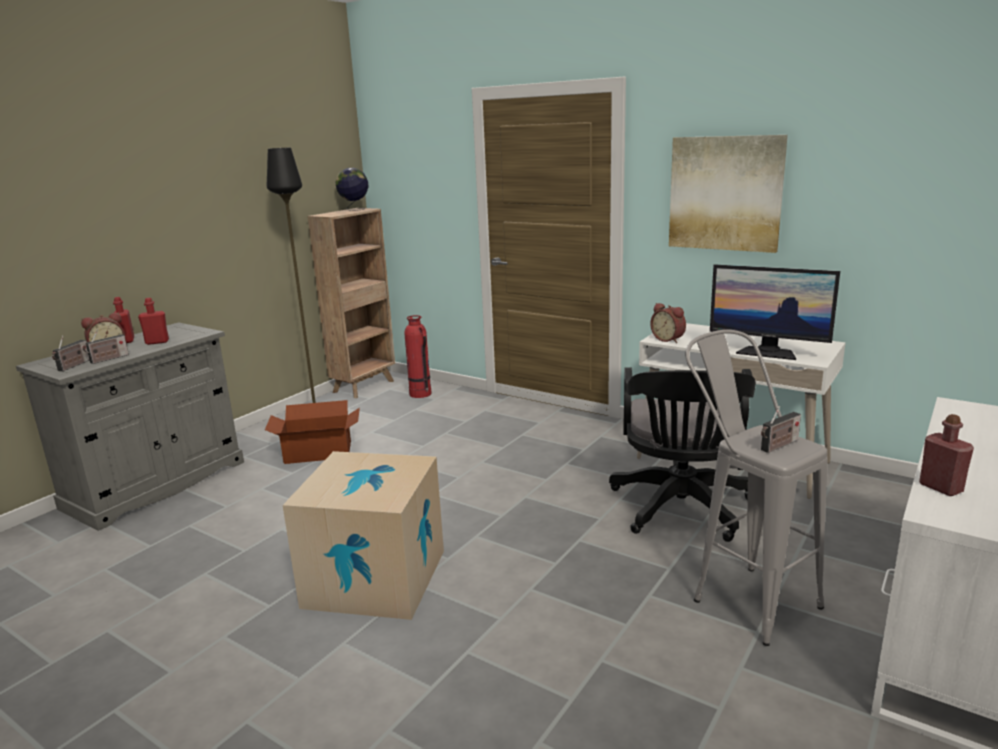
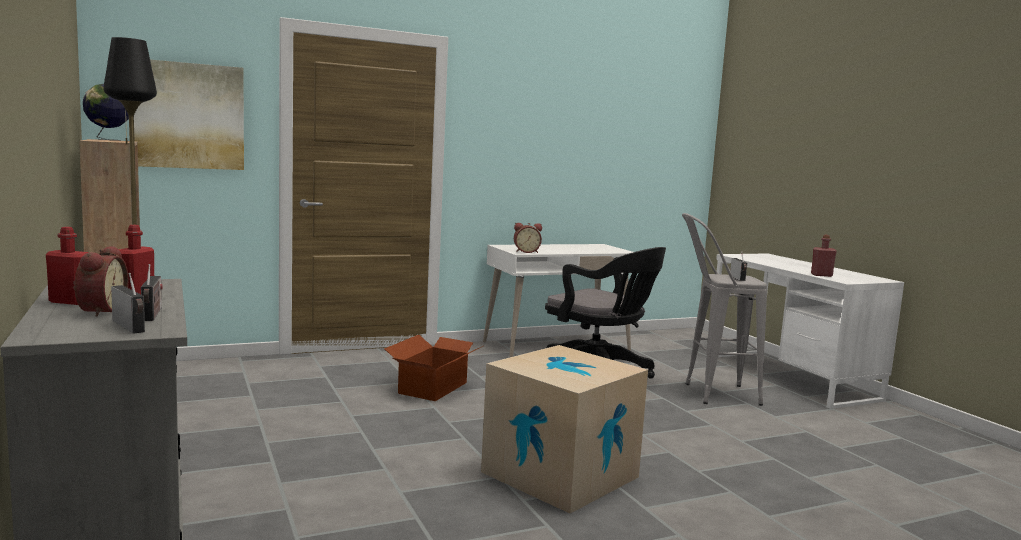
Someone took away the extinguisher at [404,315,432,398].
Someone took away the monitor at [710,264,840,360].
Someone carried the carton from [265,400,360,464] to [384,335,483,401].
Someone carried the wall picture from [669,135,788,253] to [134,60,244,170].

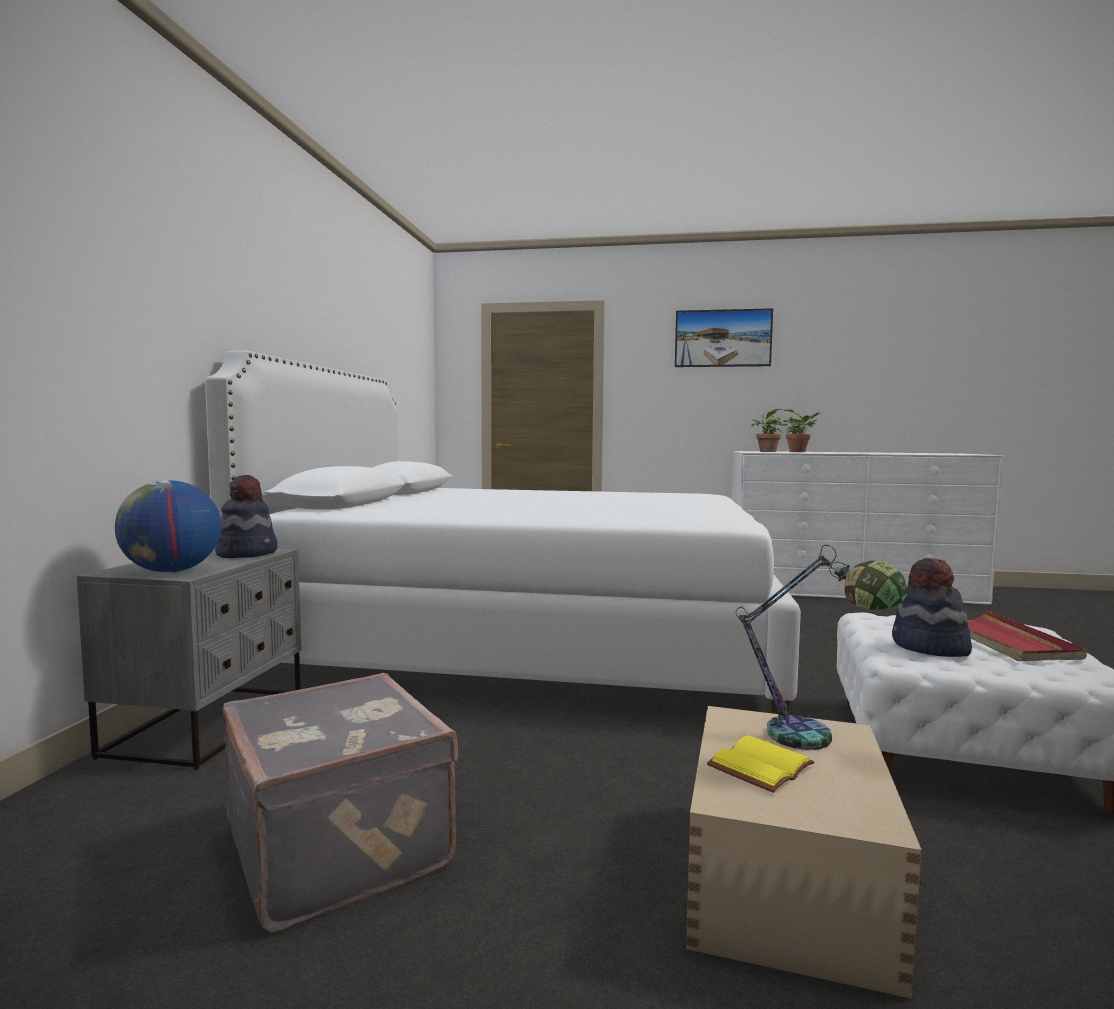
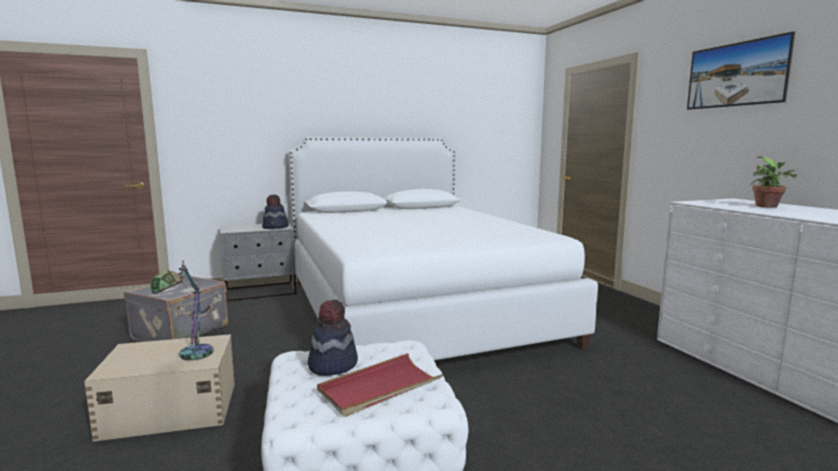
Someone took away the globe at [115,480,221,573].
Someone took away the yellow volume at [707,735,814,793].
Someone took away the houseplant at [751,409,783,452].

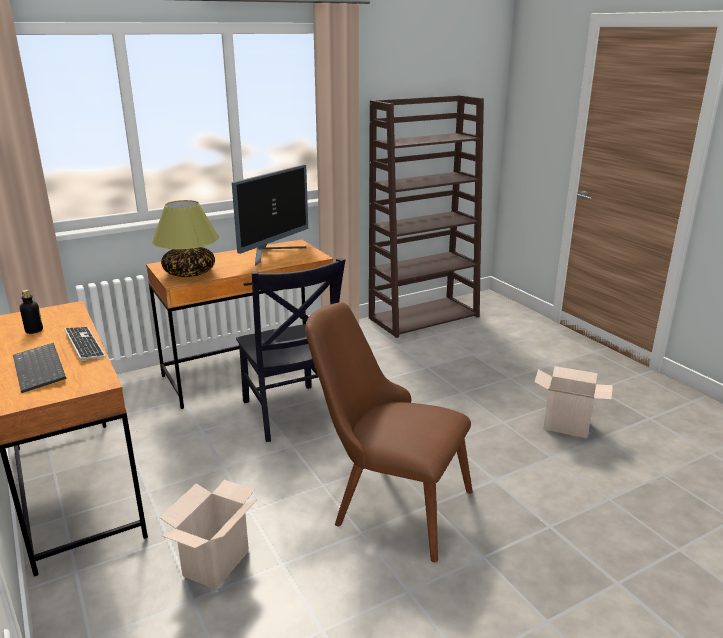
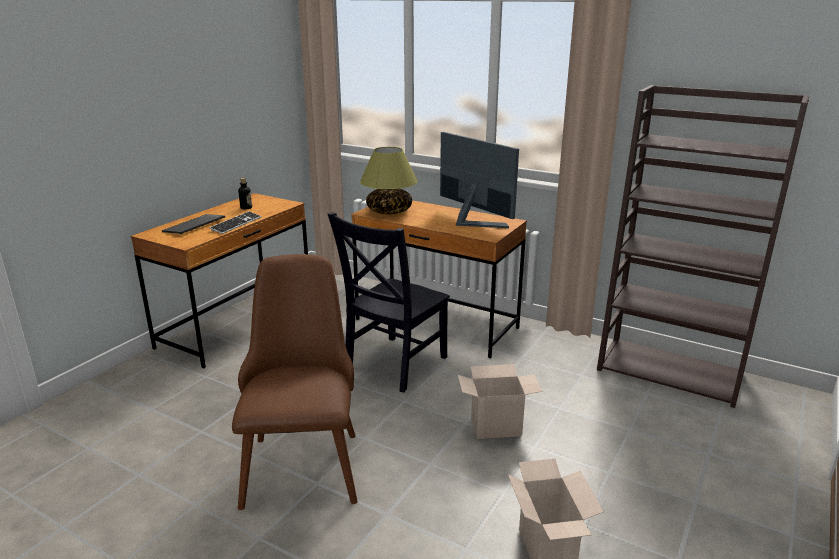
Someone carried the carton from [159,480,257,590] to [458,364,542,439].
Someone rotated the monitor at [232,165,308,266] by 135 degrees counterclockwise.

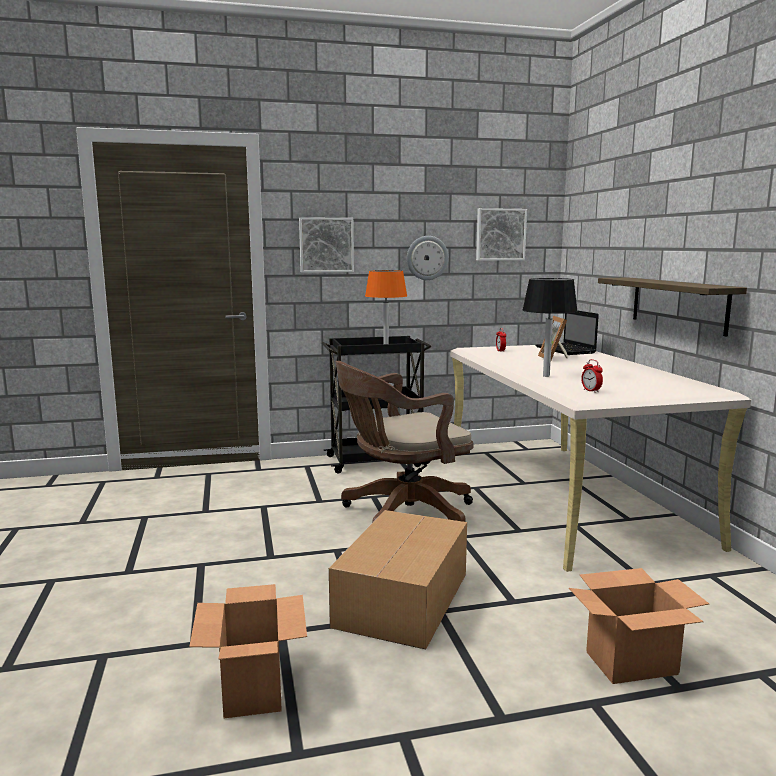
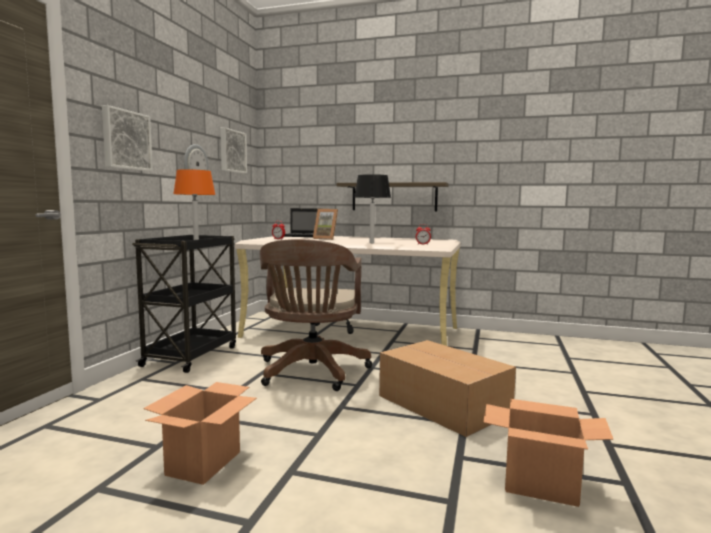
Someone carried the carton from [569,568,709,684] to [143,382,257,485].

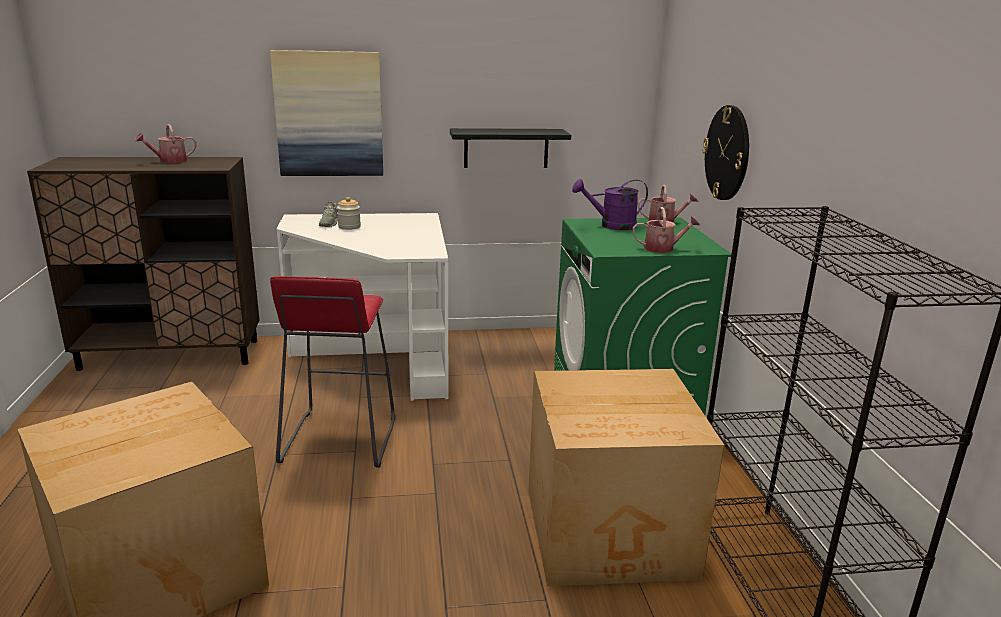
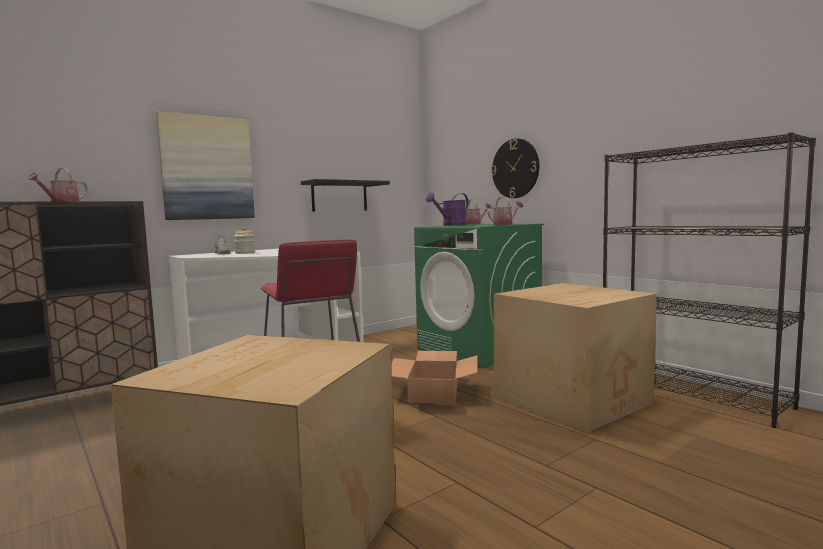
Someone put down the carton at [391,351,477,404].

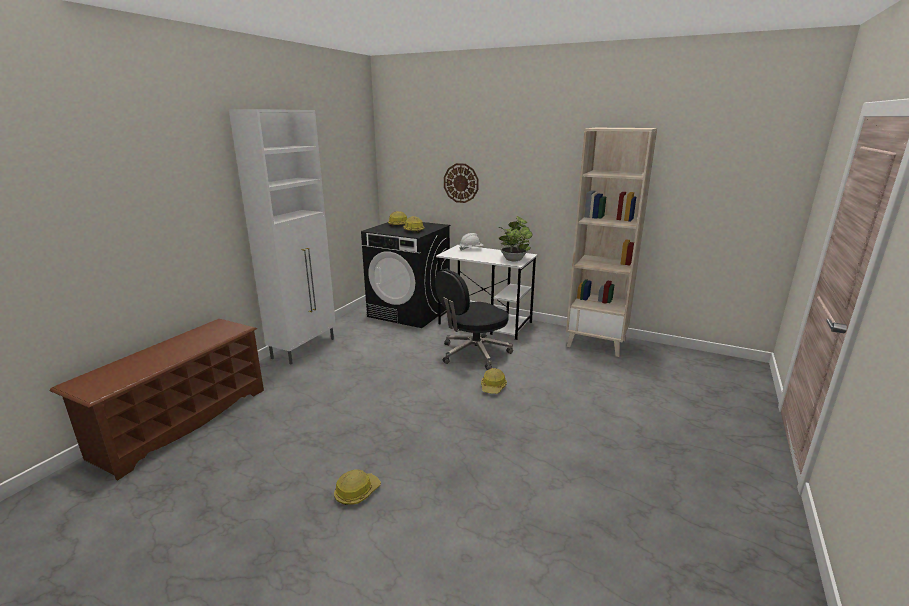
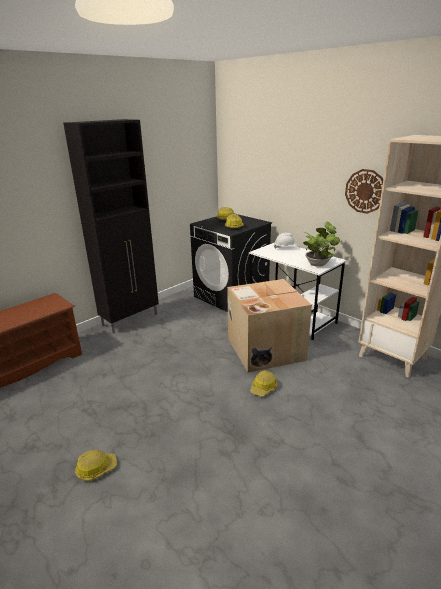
Someone carried the clock on the wall from [444,163,479,203] to [345,169,383,214].
Someone swapped the blackish desk chair at [435,269,513,370] for the carton at [227,279,312,372].
Someone repainted the whitish cabinet at [229,109,336,364], which became the blackish cabinet at [63,119,159,334].

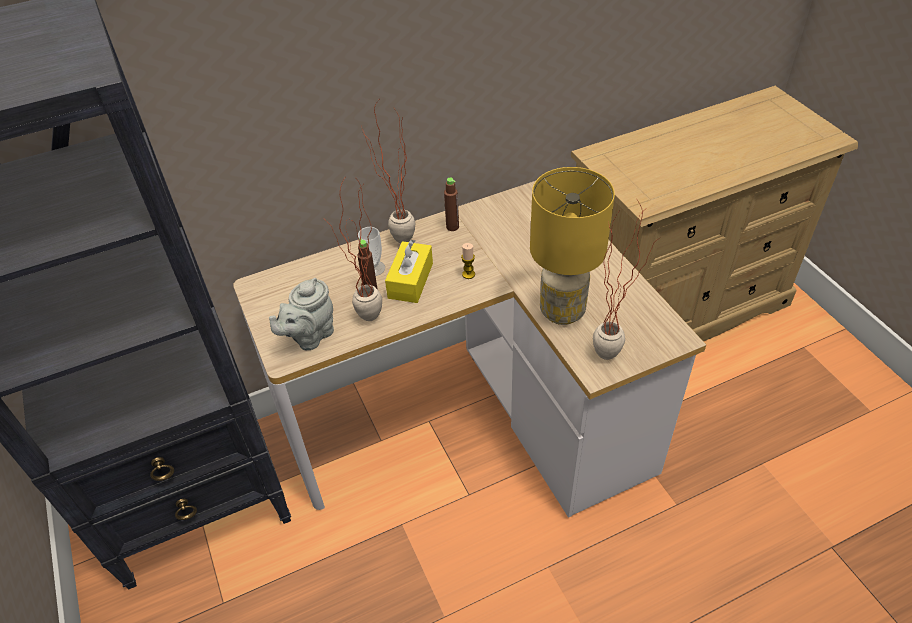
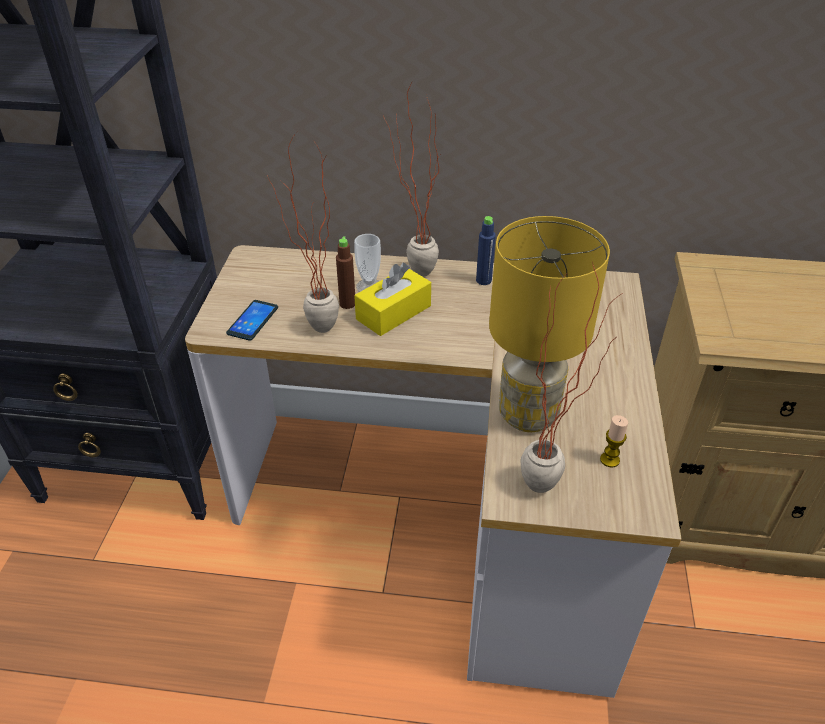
Someone carried the wax candle from [461,243,475,279] to [600,415,628,467].
Someone swapped the gray pot for tea at [269,278,334,350] for the telephone at [226,300,278,341].
Someone repainted the brown drink bottle at [444,178,459,231], which became the blue drink bottle at [476,216,496,285].

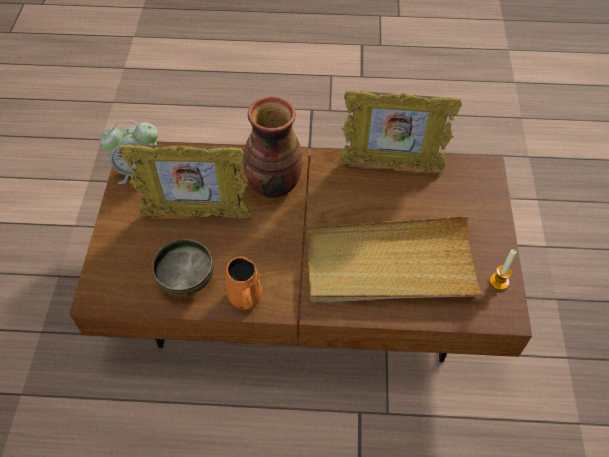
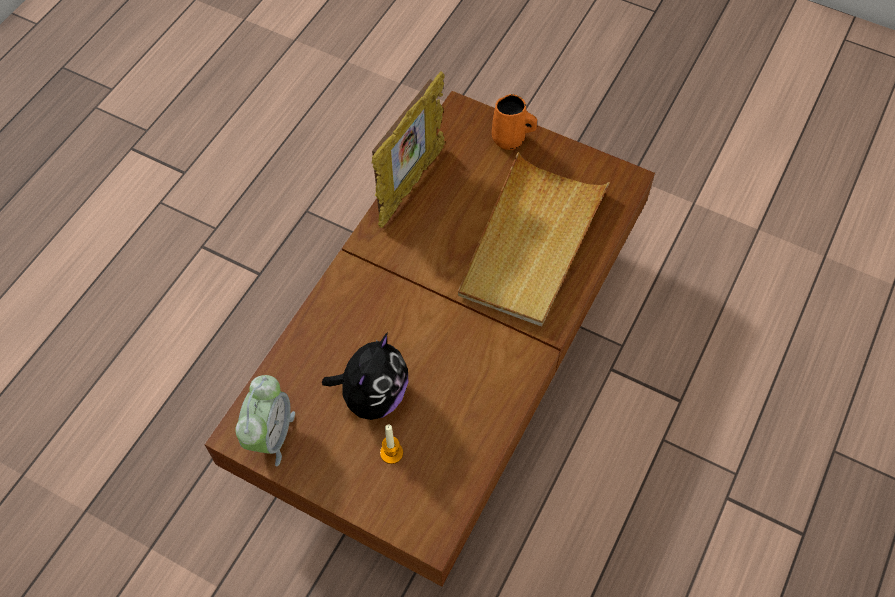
Someone took away the deep dish at [152,239,214,296].
Someone took away the vase at [243,97,303,198].
Someone carried the orange-coloured coffee mug from [226,256,262,310] to [492,94,537,150].
Someone carried the wax candle from [489,249,517,290] to [380,424,403,464].
Someone swapped the picture frame at [119,144,251,218] for the cuddly toy at [322,333,408,420].

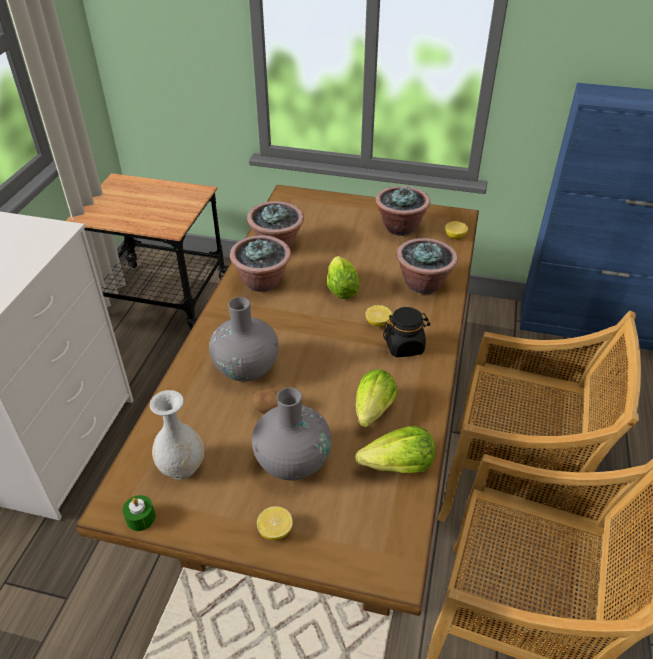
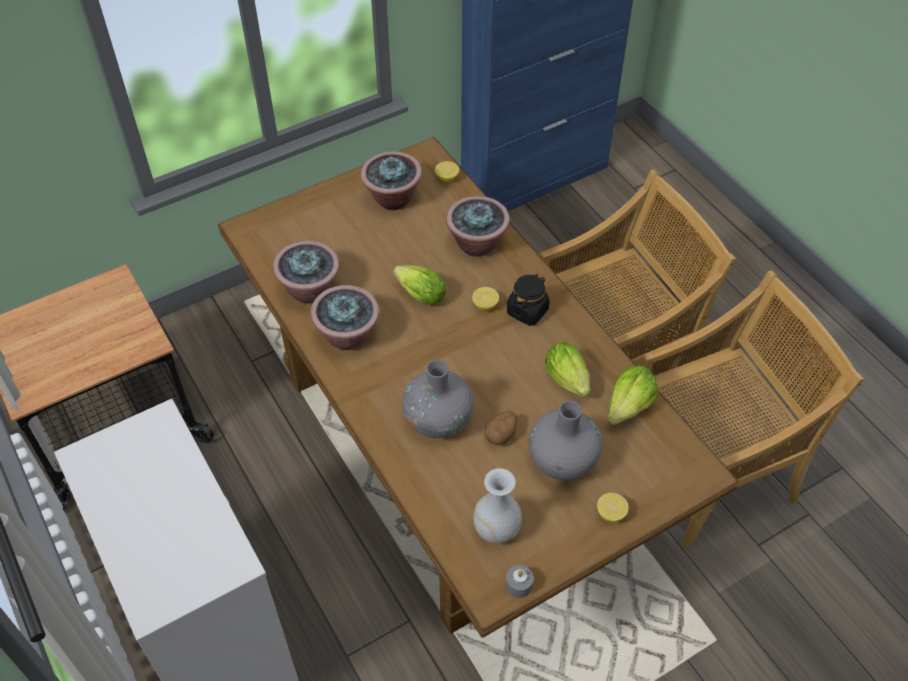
Someone repainted the green-coloured wax candle at [122,495,156,531], which became the gray wax candle at [506,565,534,598].

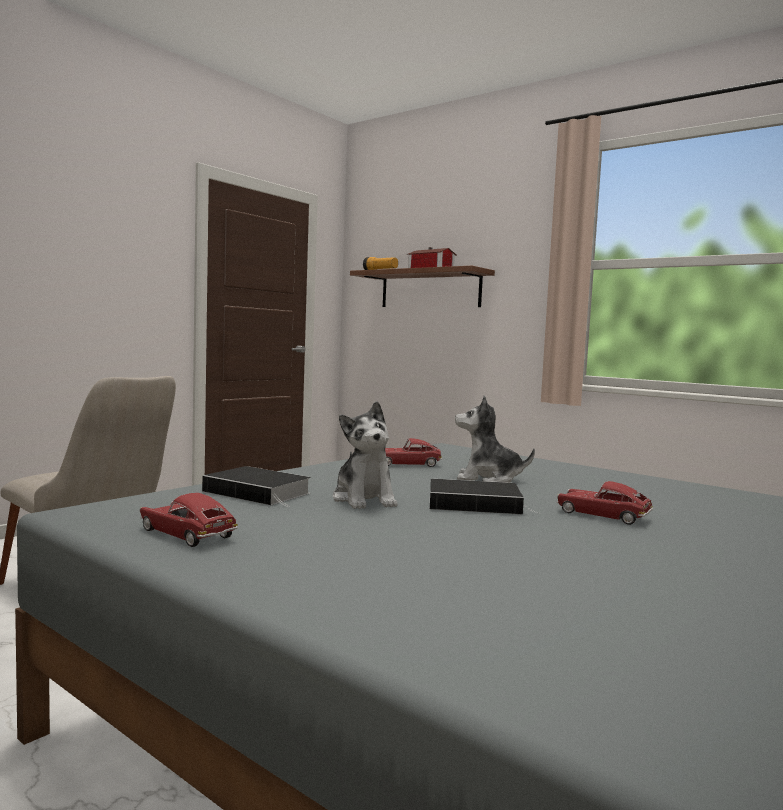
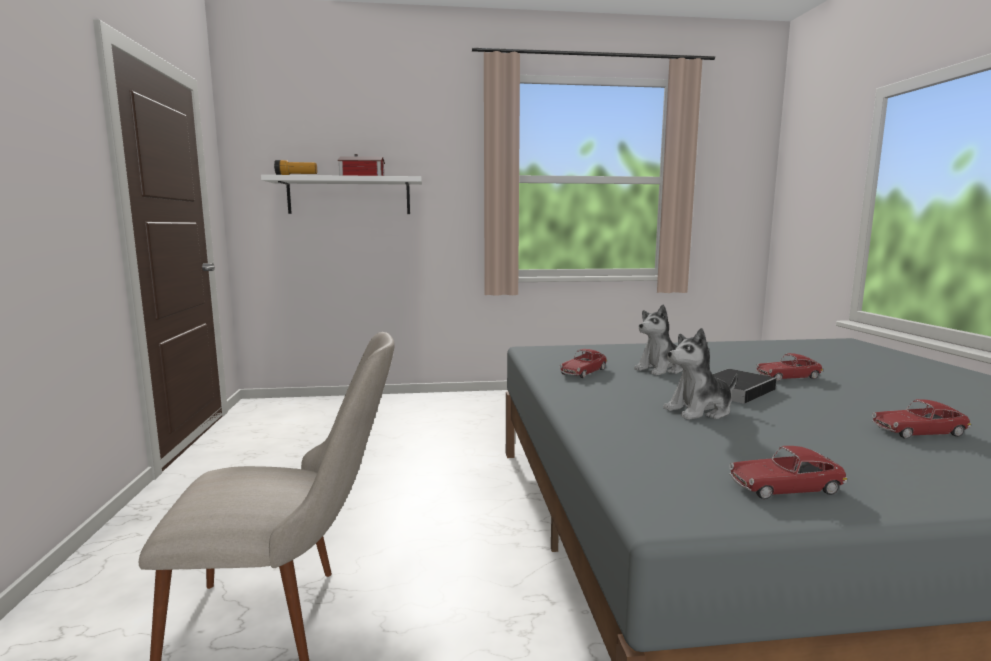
Someone took away the volume at [202,466,311,507].
Someone put down the miniature car at [872,399,971,439].
Someone repainted the brown bracket shelf at [350,266,495,307], which became the whitish bracket shelf at [261,175,422,214].
Someone rotated the cuddly toy at [333,401,397,509] by 135 degrees clockwise.

